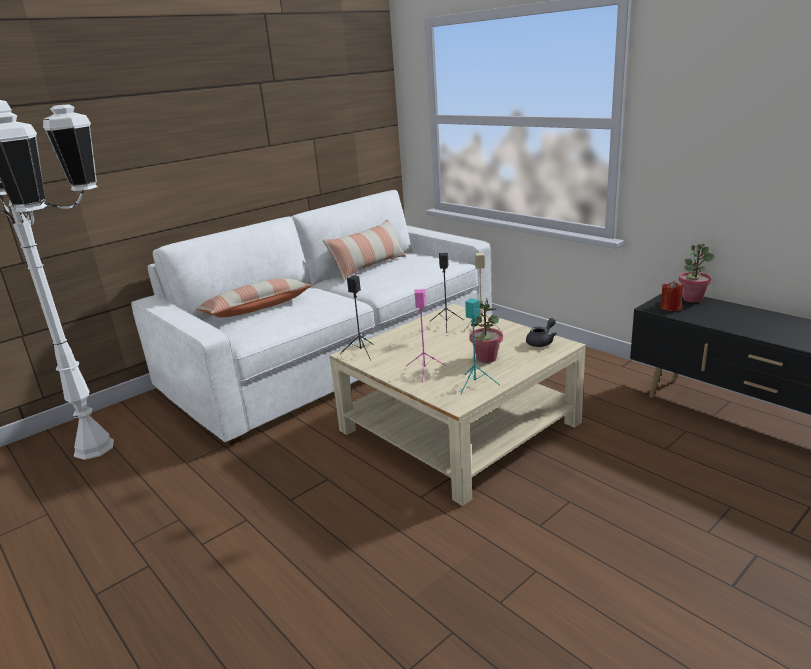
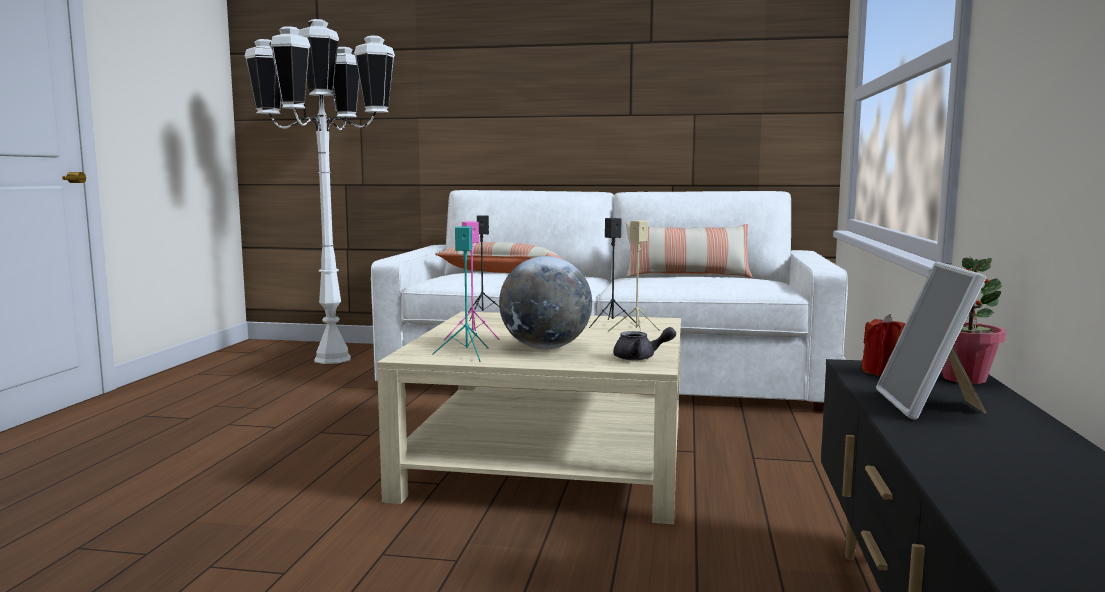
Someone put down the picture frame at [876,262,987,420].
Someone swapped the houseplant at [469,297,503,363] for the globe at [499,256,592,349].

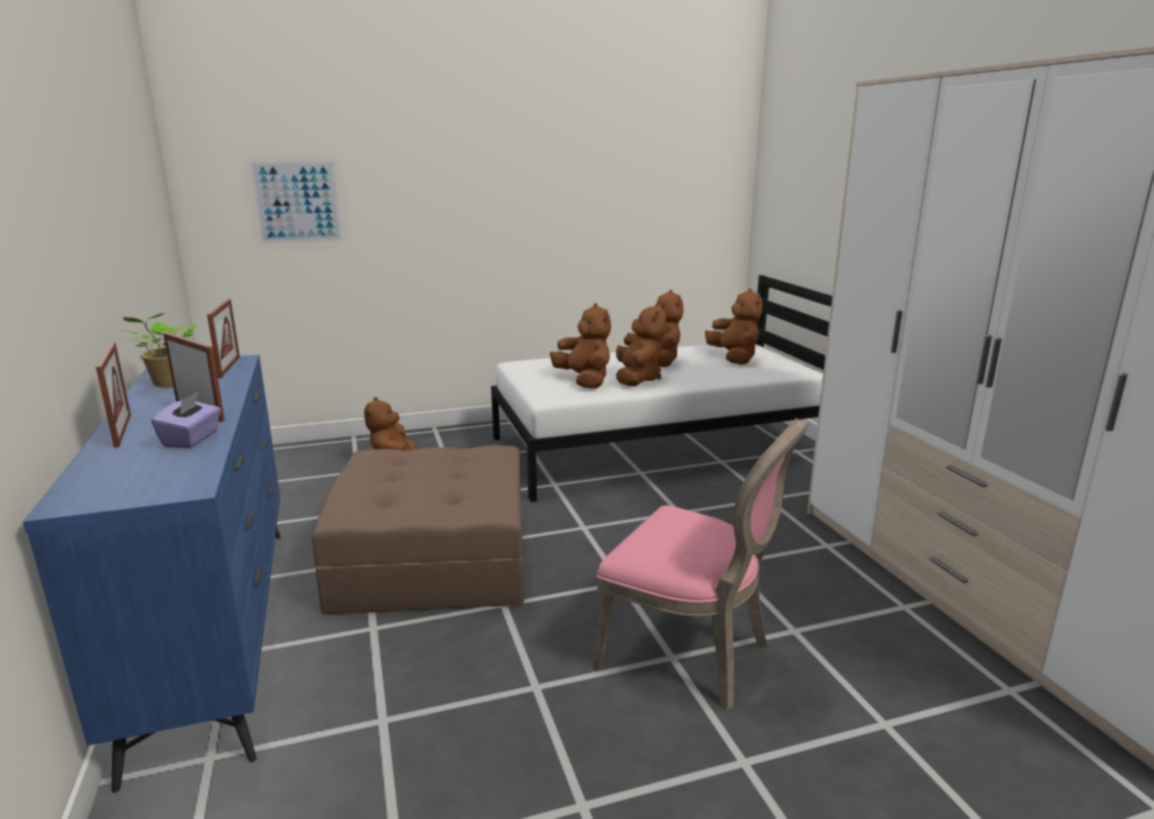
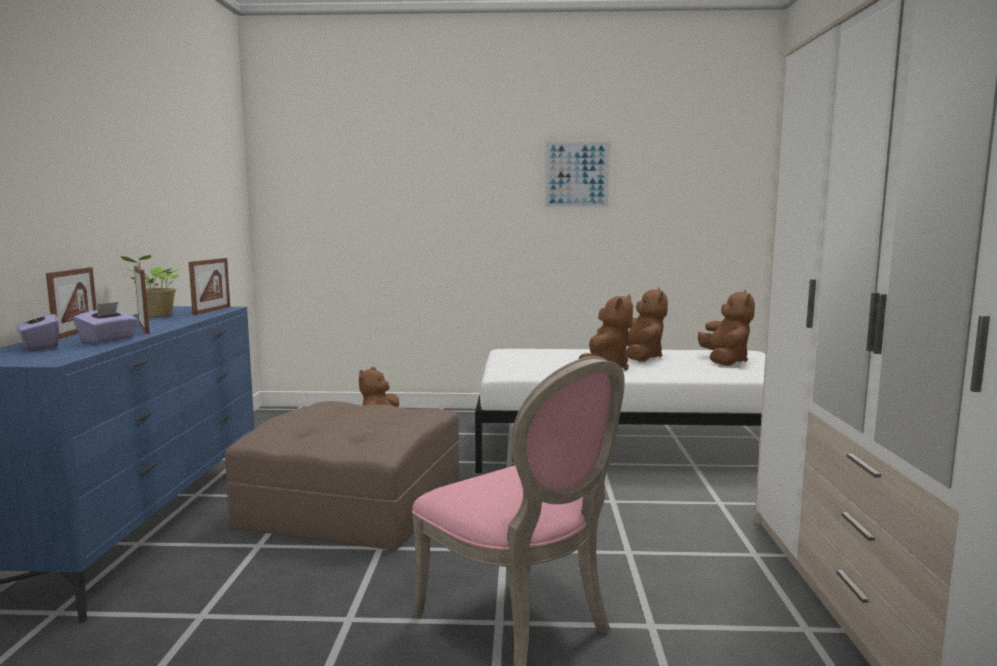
Someone took away the brown cuddly toy at [550,303,611,389].
Someone put down the purple-coloured tissue box at [16,307,59,350].
Someone carried the wall picture from [250,161,342,244] to [544,141,611,208].

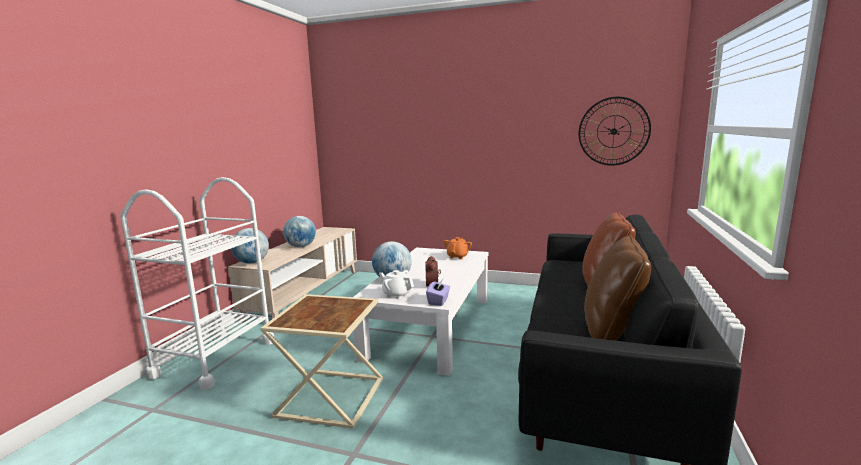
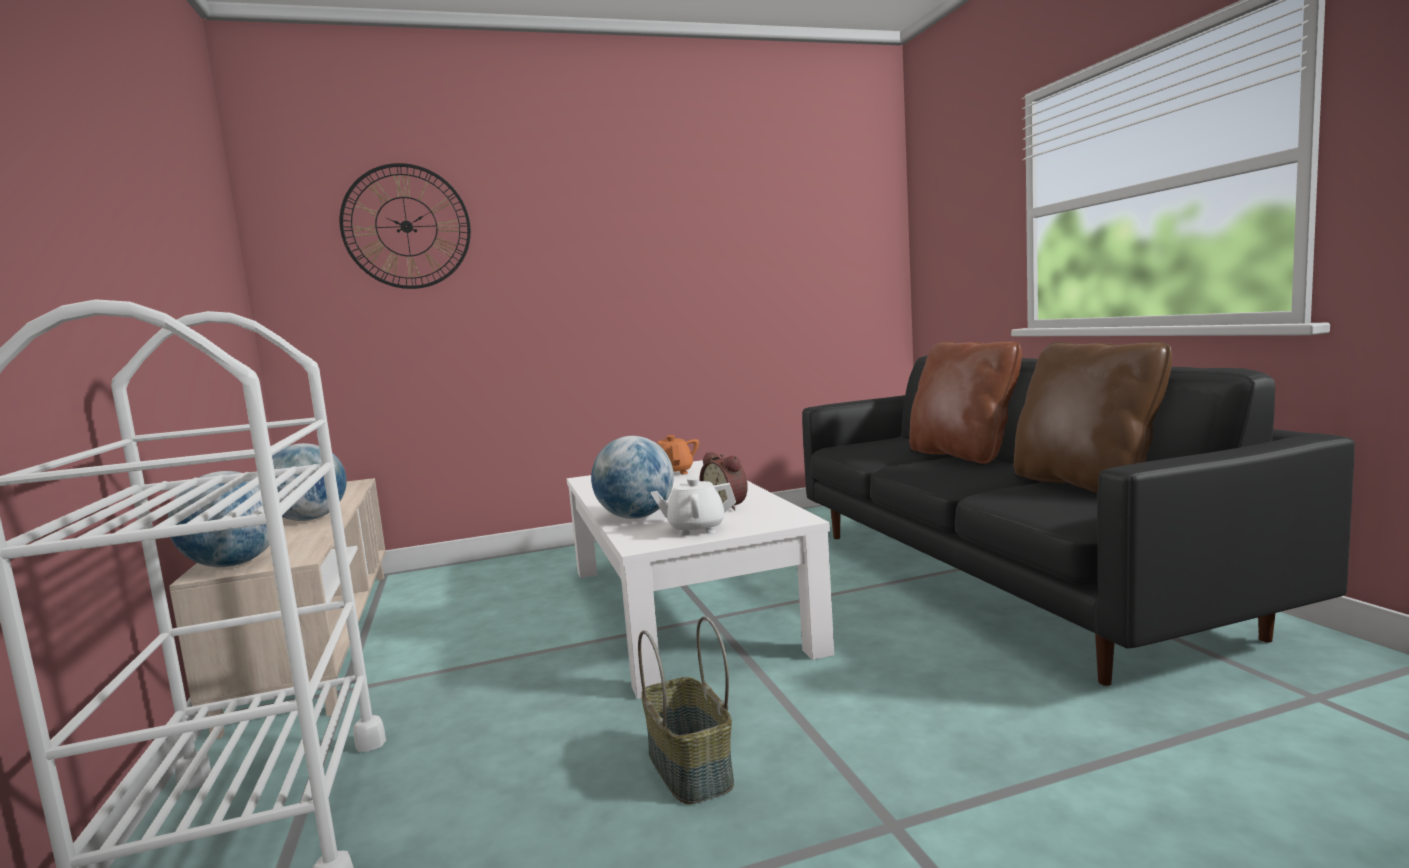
Someone took away the purple-coloured tissue box at [426,279,450,306].
Someone carried the clock on the wall from [579,97,651,166] to [339,163,471,289].
Someone swapped the beige-coloured side table at [261,294,383,429] for the household basket at [638,616,734,804].

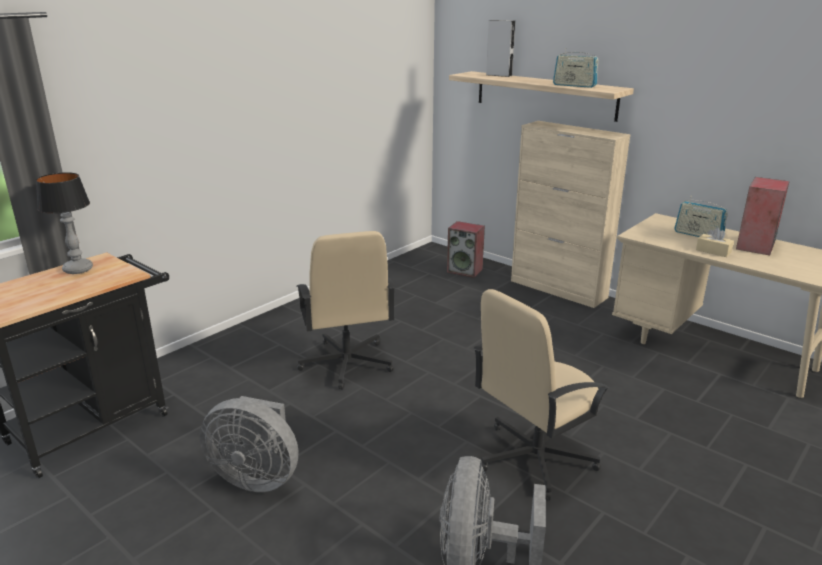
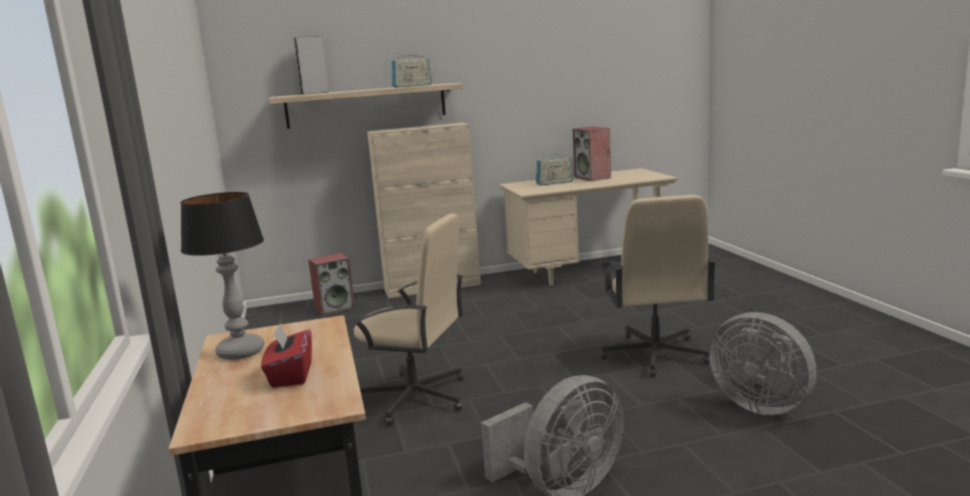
Someone took away the beige-coloured tissue box at [696,227,734,257].
Someone put down the red-coloured tissue box at [261,324,312,388].

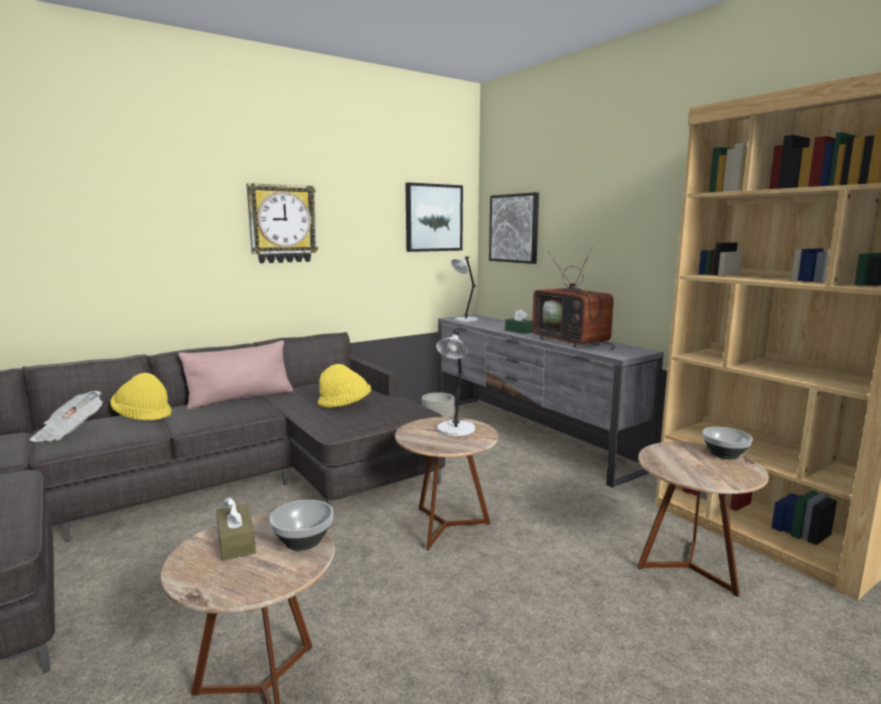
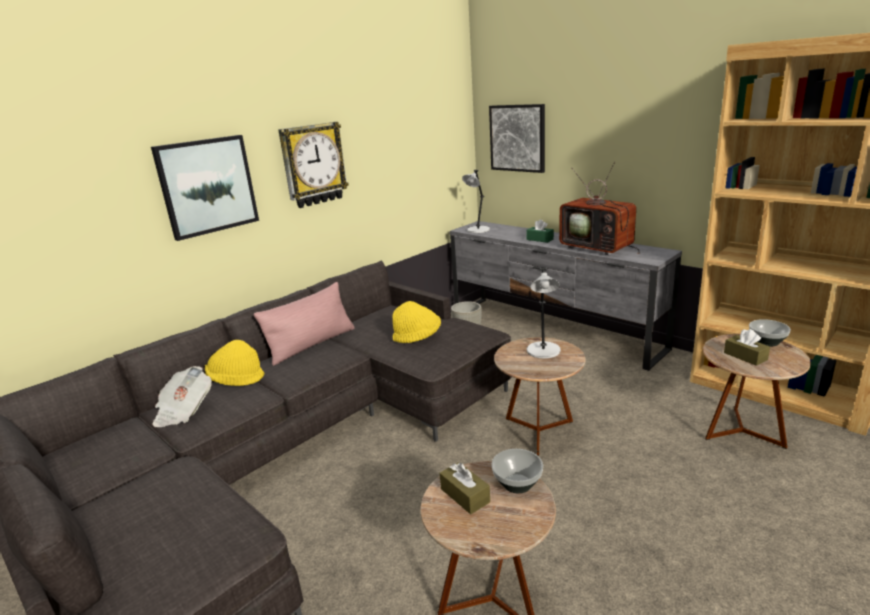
Someone put down the brown tissue box at [724,329,770,366].
Someone carried the wall picture from [406,182,463,252] to [151,135,259,241].

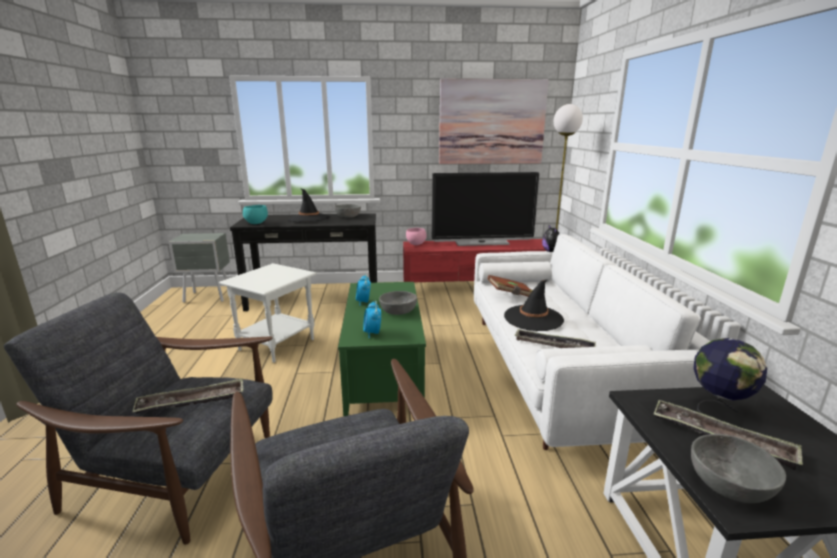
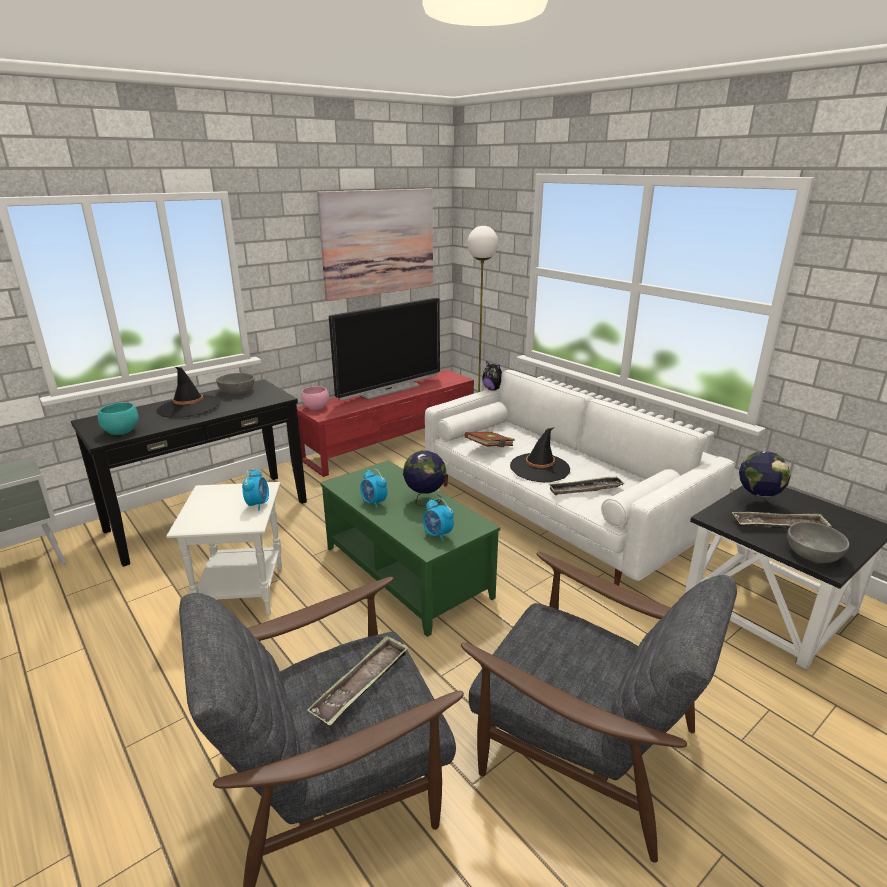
Someone put down the alarm clock at [242,469,269,511].
Someone swapped the gray deep dish at [379,291,417,315] for the globe at [403,450,446,506].

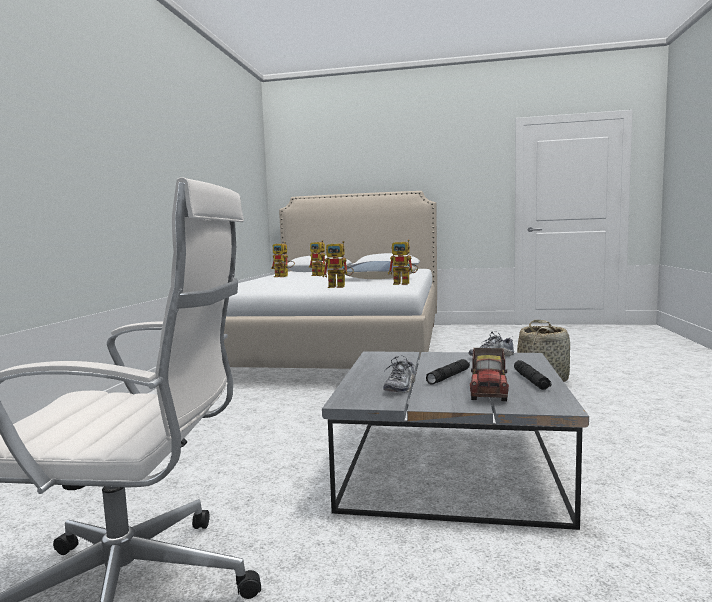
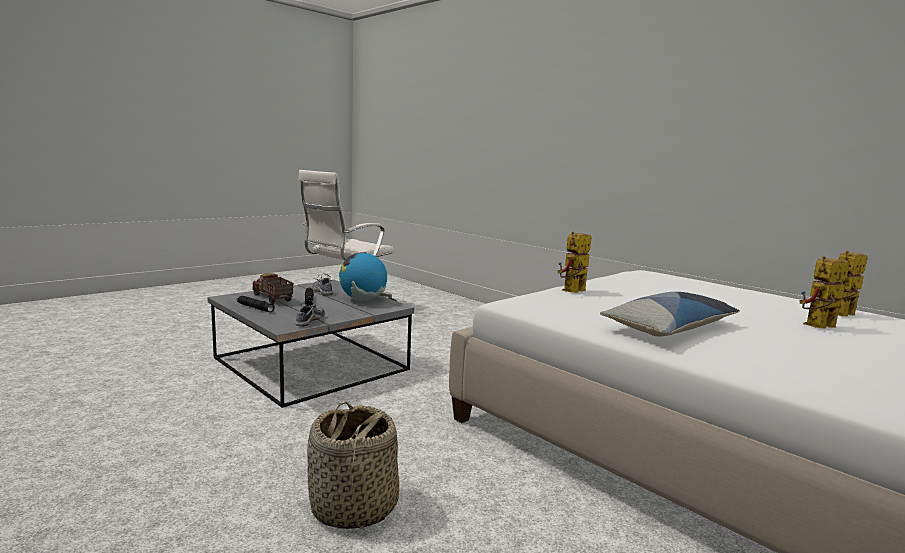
Someone took away the robot figure at [388,239,418,285].
Someone put down the globe at [339,252,387,301].

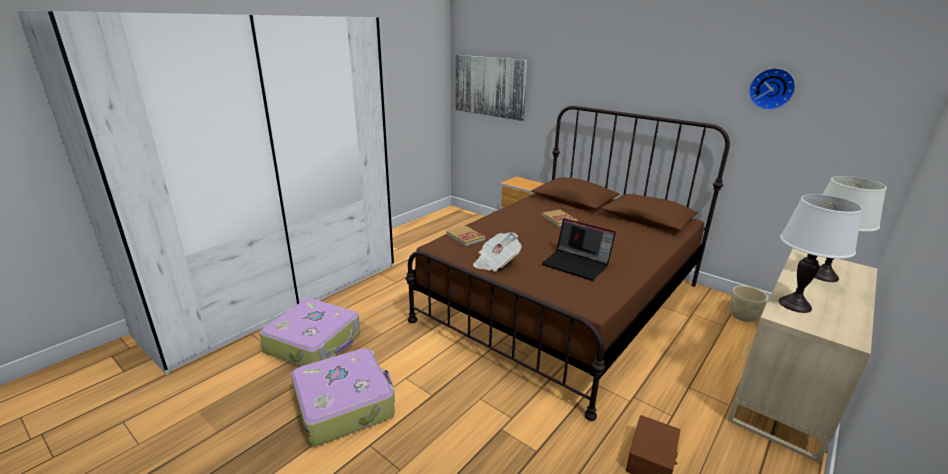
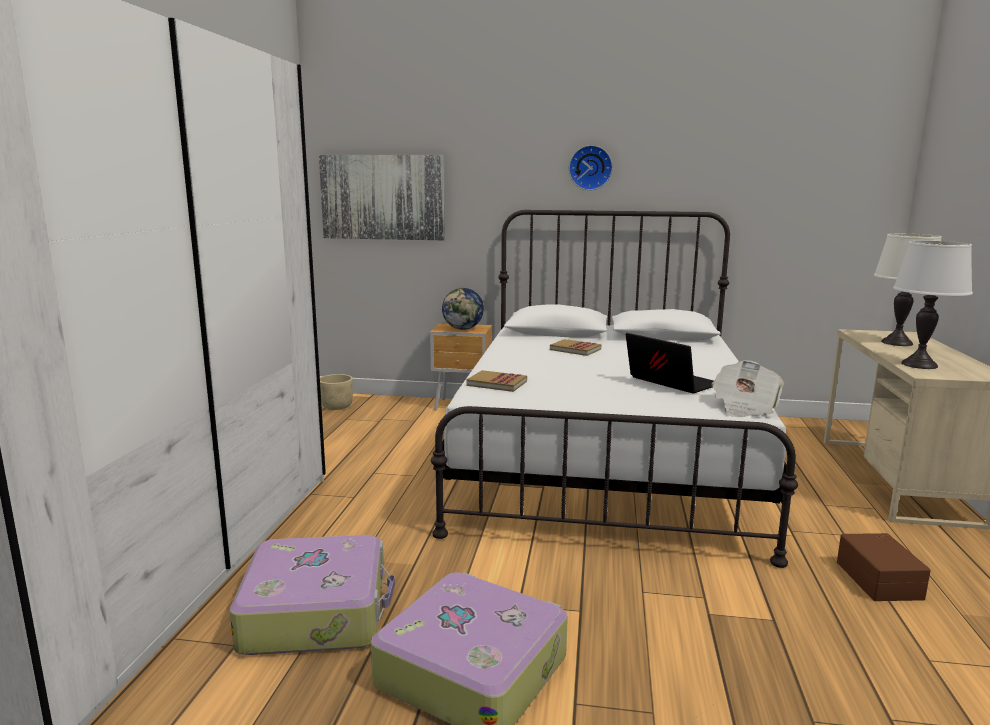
Someone put down the globe at [442,288,484,330].
Someone carried the printed paper from [473,232,522,272] to [712,360,784,417].
Someone carried the beige-coloured planter from [729,286,768,322] to [320,374,353,410].
Someone carried the clock on the wall from [748,68,796,110] to [569,145,613,190].
Someone repainted the brown bed at [405,106,730,421], which became the whitish bed at [431,210,798,568].
Someone rotated the portable computer at [542,218,616,281] by 135 degrees counterclockwise.

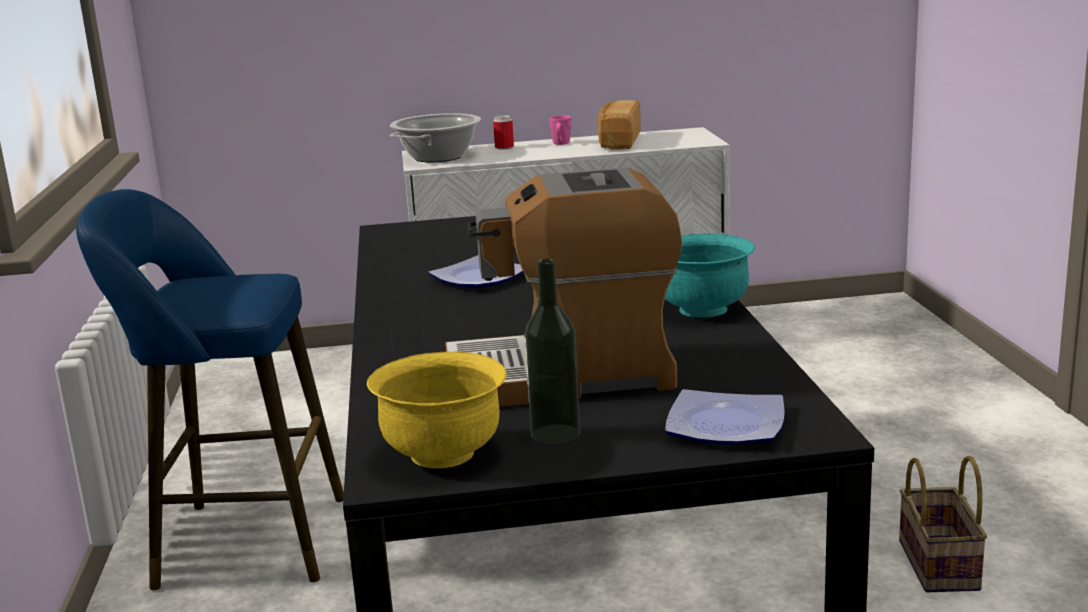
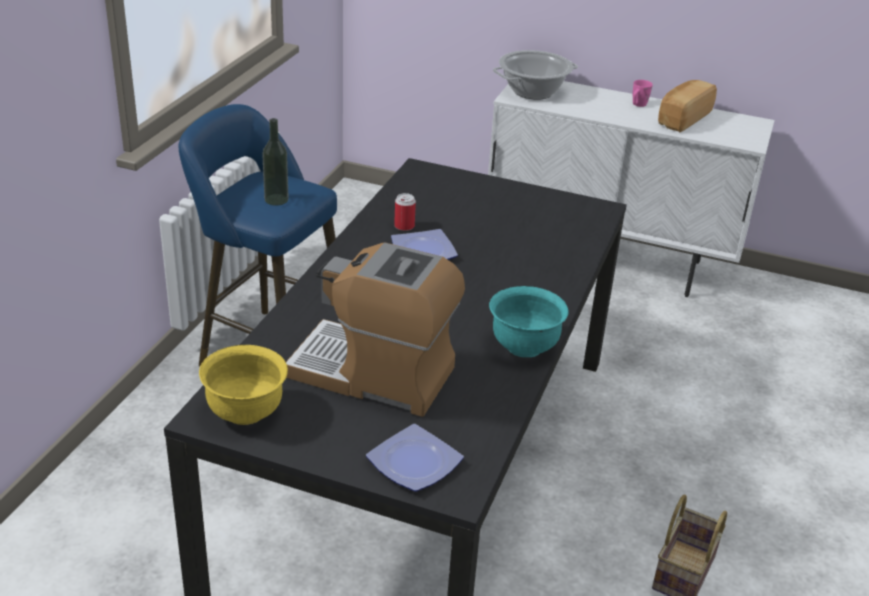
Someone carried the can from [493,115,514,150] to [394,193,416,231].
Someone carried the drink bottle from [524,258,580,446] to [262,118,289,206].

